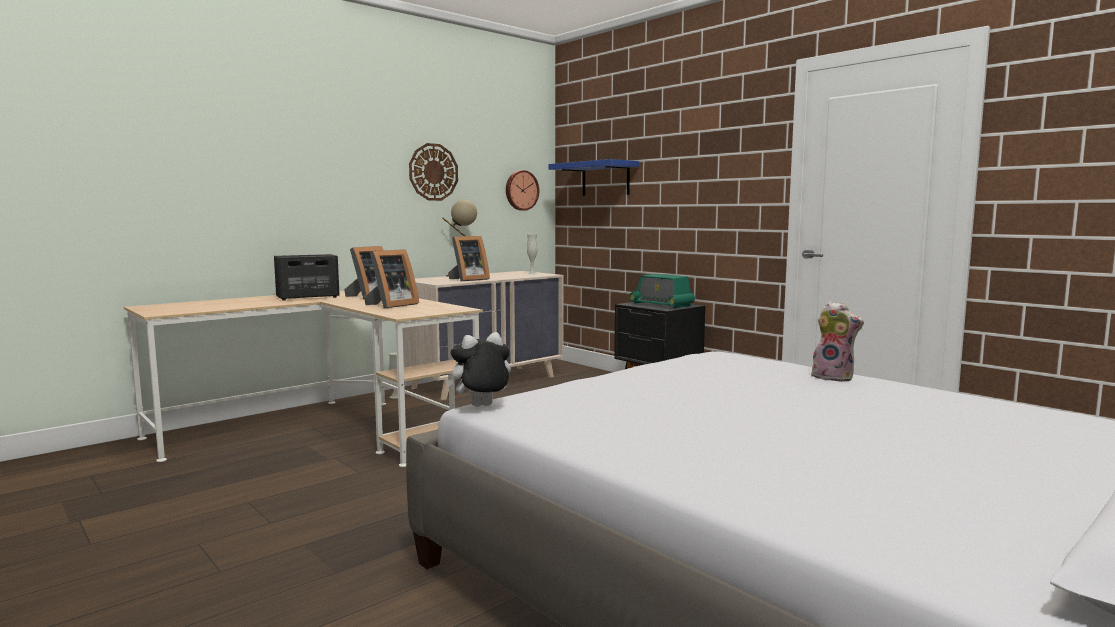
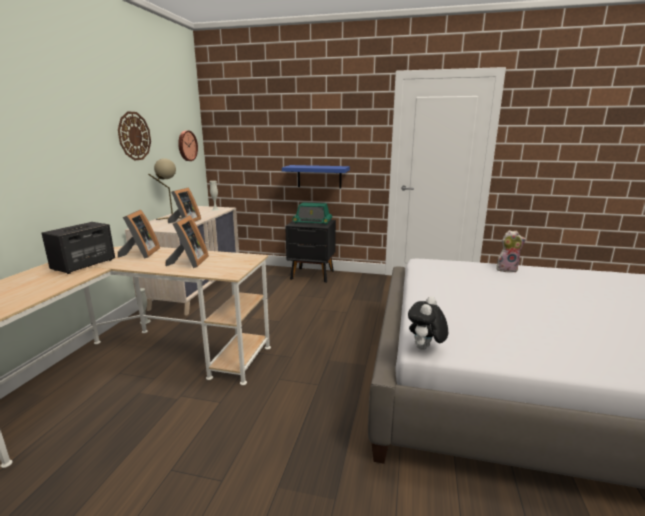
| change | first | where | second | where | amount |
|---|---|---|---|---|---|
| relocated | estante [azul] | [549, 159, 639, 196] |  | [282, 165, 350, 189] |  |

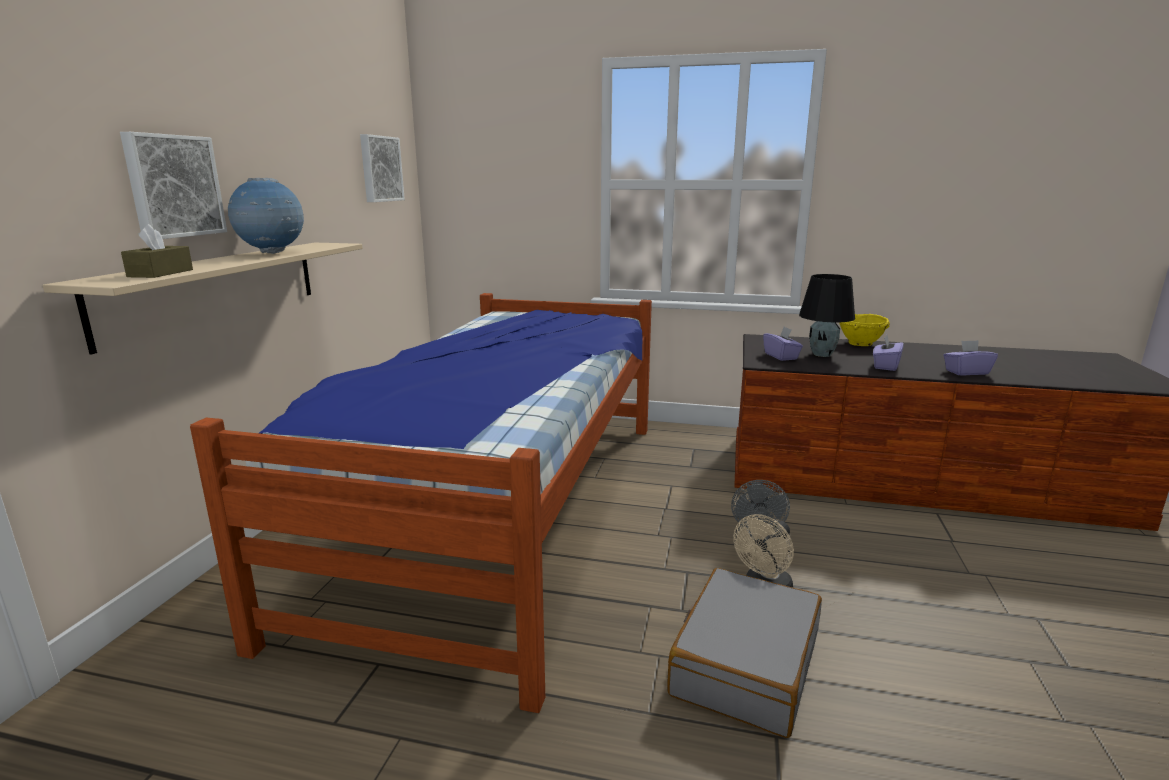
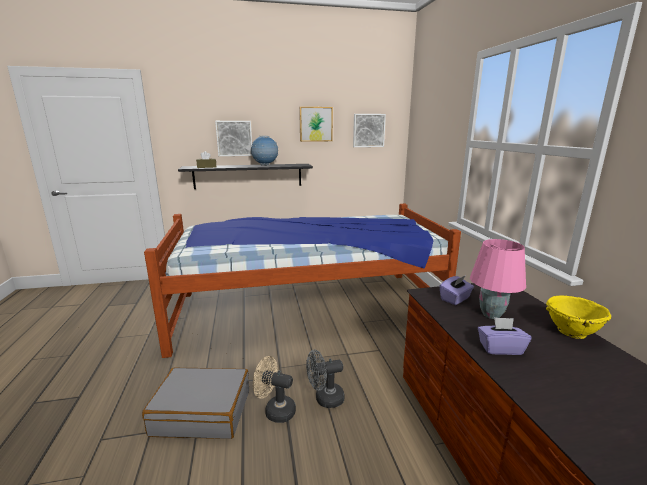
| change | first | where | second | where | amount |
|---|---|---|---|---|---|
| colour | estante [beis] | [43, 243, 363, 355] | estante [negro] | [178, 164, 313, 189] |  |
| colour | lámpara de mesa [negro] | [799, 274, 855, 357] | lámpara de mesa [rosa] | [470, 239, 526, 319] |  |
| missing | caja de pañuelos [morado] | [943, 340, 998, 376] |  |  |  |
| appeared |  |  | cuadro | [299, 107, 333, 142] |  |

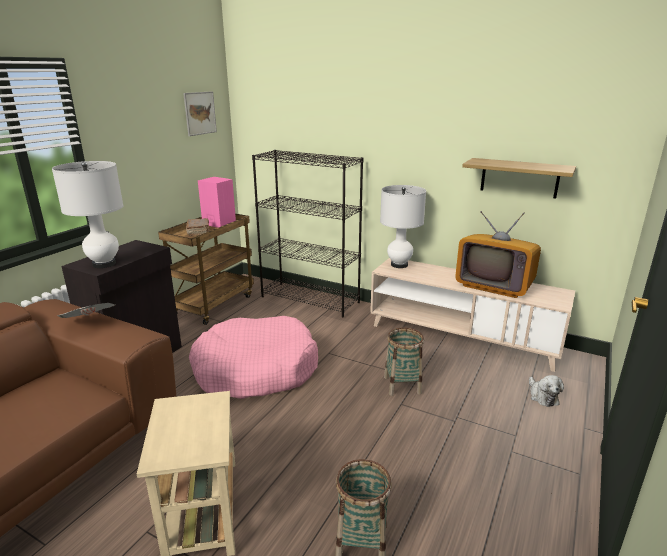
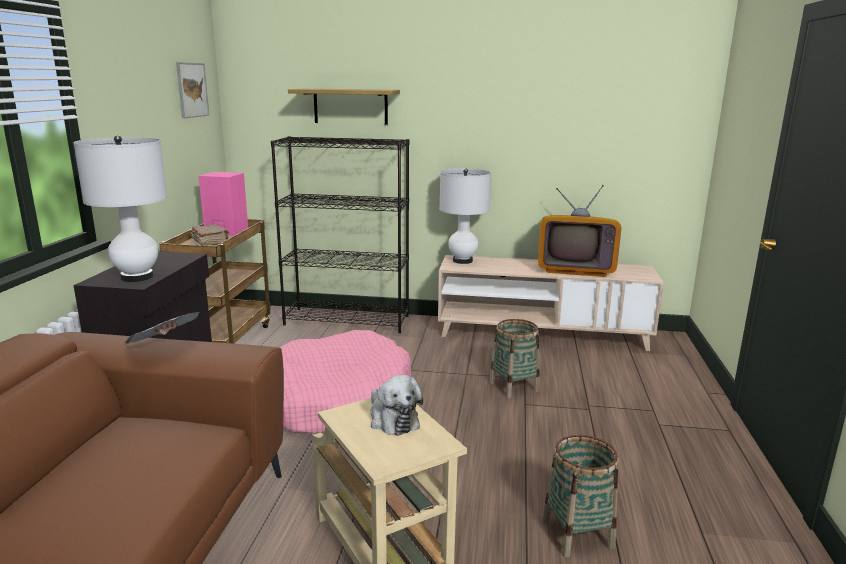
| change | first | where | second | where | amount |
|---|---|---|---|---|---|
| relocated | estante | [462, 158, 576, 199] |  | [288, 89, 400, 125] |  |
| relocated | peluche | [529, 375, 564, 407] |  | [371, 375, 423, 436] |  |

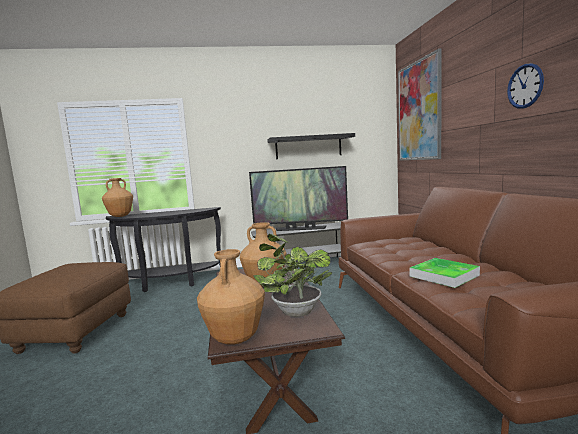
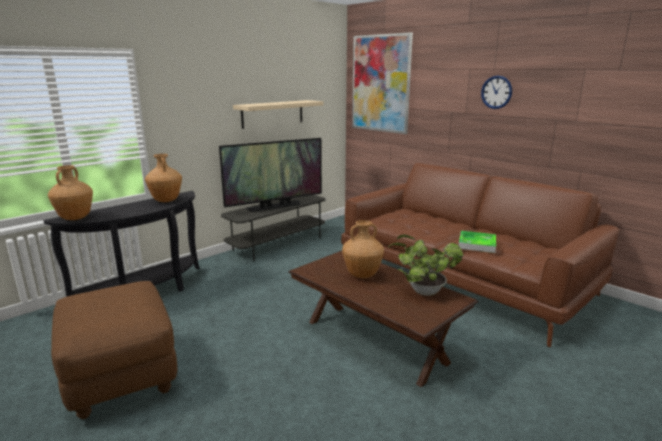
| change | first | where | second | where | amount |
|---|---|---|---|---|---|
| relocated | florero [marrón] | [197, 249, 265, 345] |  | [145, 154, 182, 202] |  |
| colour | estante [negro] | [267, 133, 355, 159] | estante [beis] | [233, 100, 324, 129] |  |

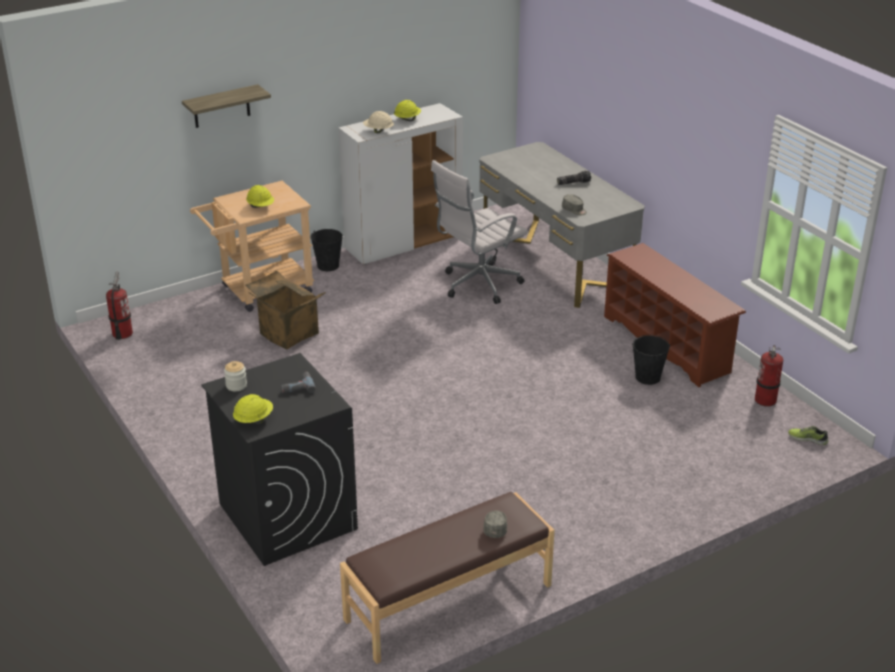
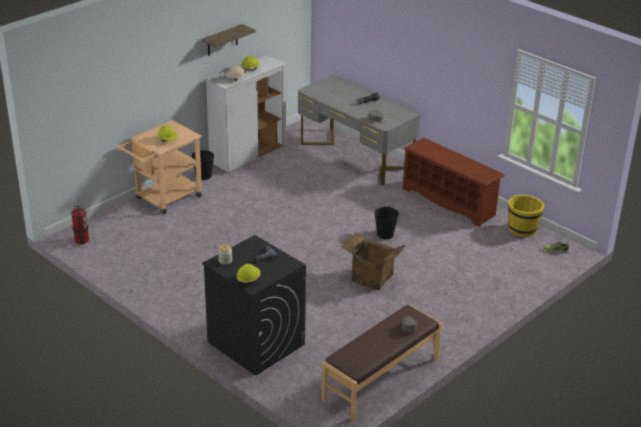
| change | first | where | second | where | amount |
|---|---|---|---|---|---|
| relocated | estante | [182, 84, 271, 128] |  | [202, 24, 256, 56] |  |
| relocated | caja de cartón | [245, 270, 326, 349] |  | [341, 232, 406, 290] |  |
| missing | silla de oficina [blanco] | [431, 160, 528, 304] |  |  |  |
| relocated | cubo [negro] | [632, 335, 670, 385] |  | [375, 206, 399, 239] |  |
| exchanged | extintor | [755, 345, 783, 407] | cubo [amarillo] | [508, 195, 544, 237] |  |

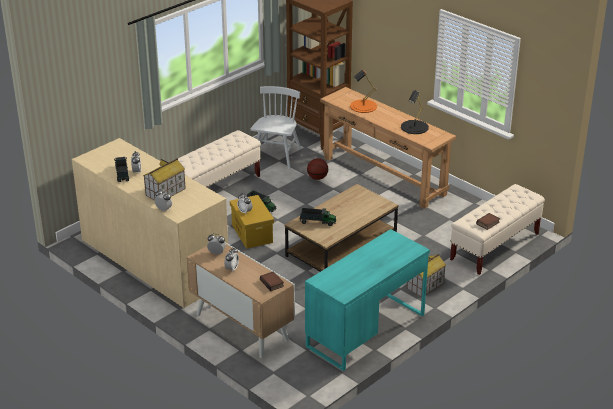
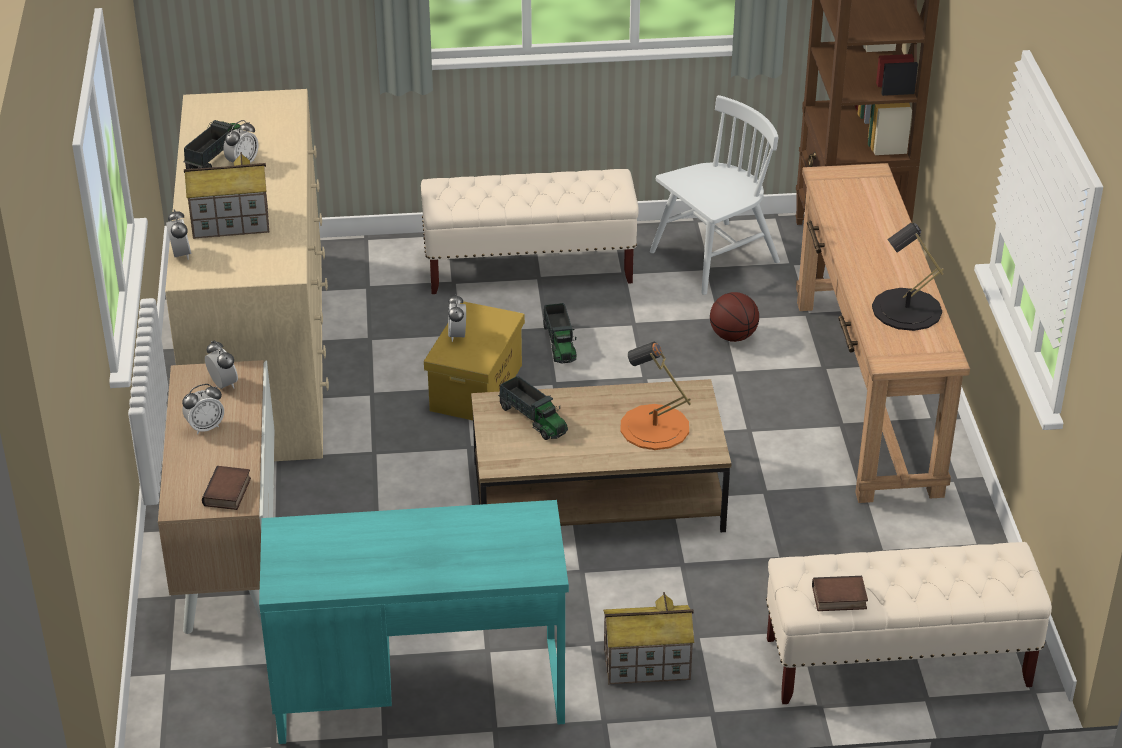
| change | first | where | second | where | amount |
|---|---|---|---|---|---|
| relocated | lámpara de mesa [naranja] | [350, 70, 377, 113] |  | [621, 342, 691, 450] |  |

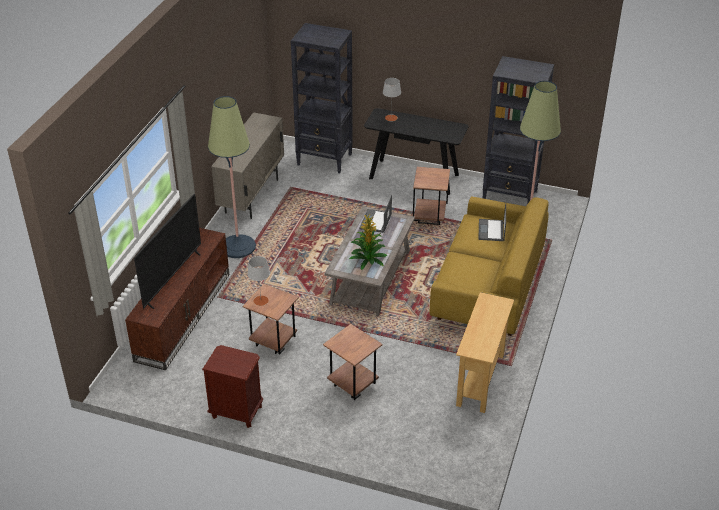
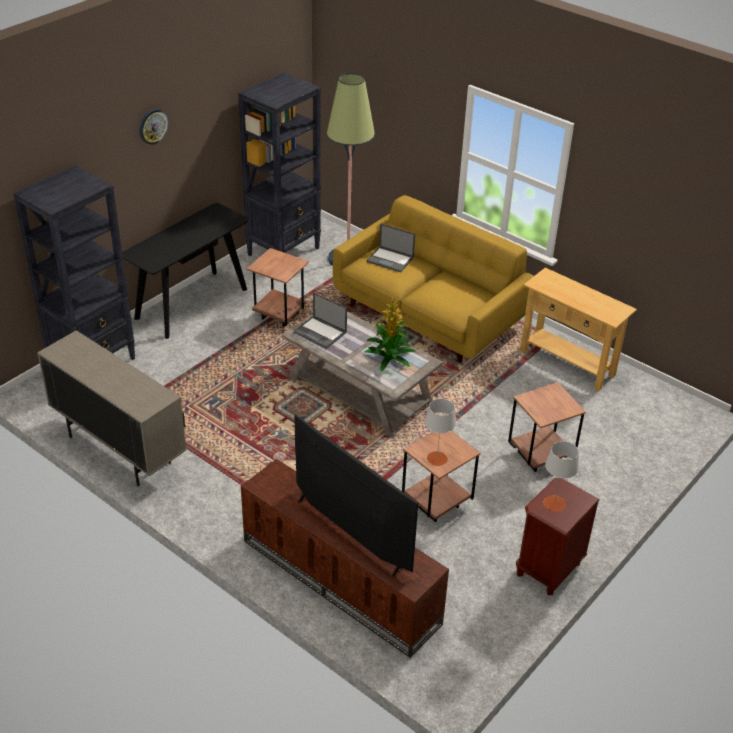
| change | first | where | second | where | amount |
|---|---|---|---|---|---|
| missing | lámpara de pie | [208, 96, 256, 258] |  |  |  |
| relocated | lámpara de mesa [gris] | [383, 78, 401, 121] |  | [544, 441, 579, 512] |  |
| appeared |  |  | reloj de pared | [139, 109, 169, 145] |  |

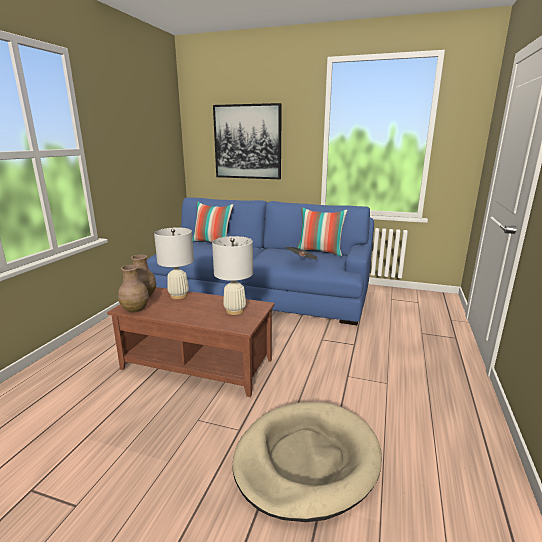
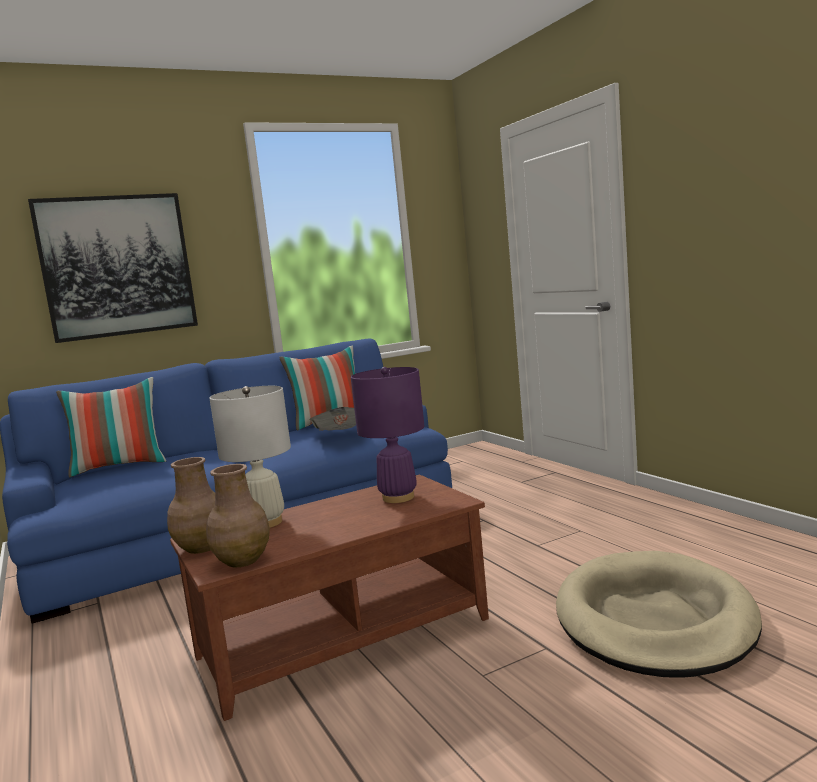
| change | first | where | second | where | amount |
|---|---|---|---|---|---|
| colour | lámpara de mesa [blanco] | [212, 236, 253, 315] | lámpara de mesa [morado] | [351, 367, 424, 503] |  |

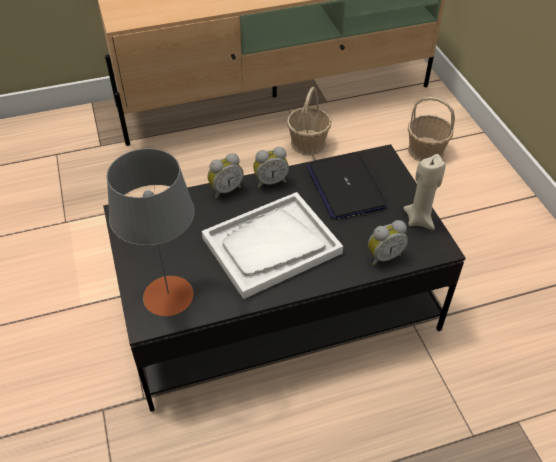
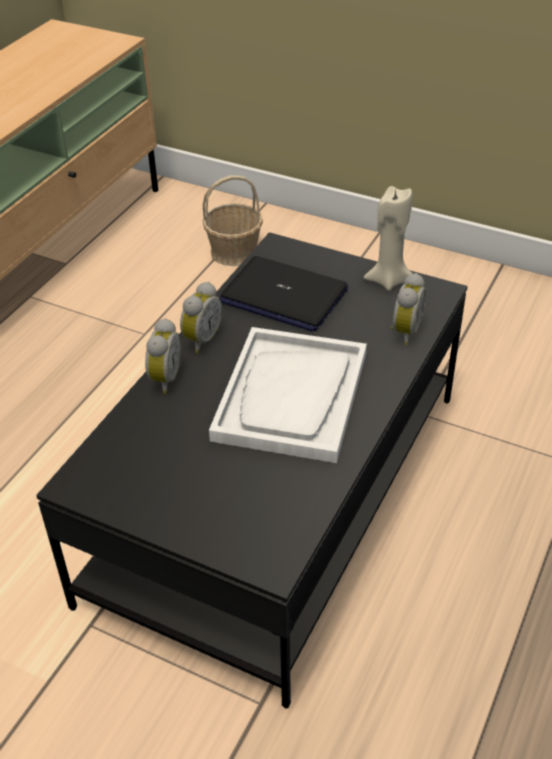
| change | first | where | second | where | amount |
|---|---|---|---|---|---|
| missing | lámpara de mesa [gris] | [107, 148, 195, 316] |  |  |  |
| missing | cesta | [287, 87, 331, 155] |  |  |  |

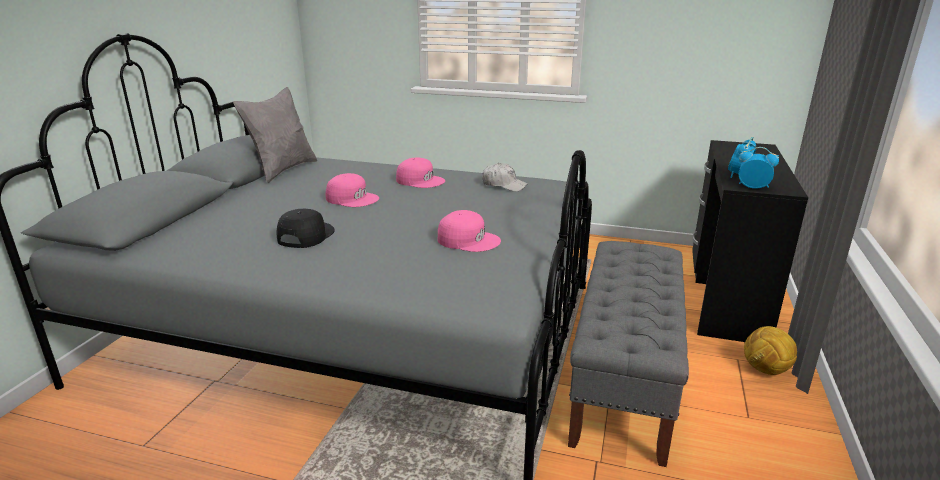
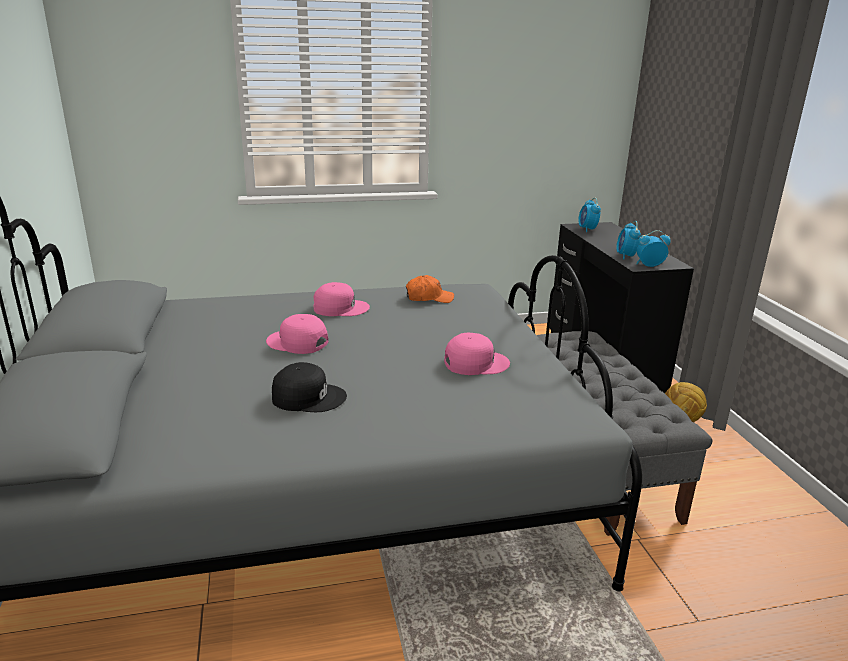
| change | first | where | second | where | amount |
|---|---|---|---|---|---|
| missing | cojín [gris] | [233, 87, 317, 183] |  |  |  |
| spun | gorra [negro] | [277, 209, 334, 248] |  | [272, 362, 347, 412] | 105 degrees clockwise |
| spun | gorra [rosa] | [326, 173, 379, 207] |  | [266, 314, 328, 354] | 150 degrees counterclockwise |
| colour | gorra [blanco] | [482, 163, 528, 192] | gorra [naranja] | [406, 275, 454, 303] |  |
| appeared |  |  | despertador | [578, 198, 601, 232] |  |

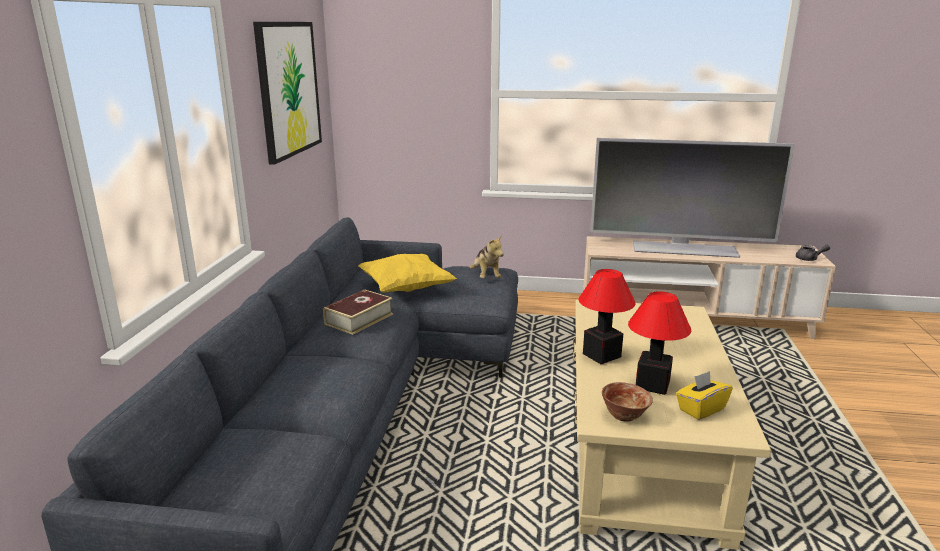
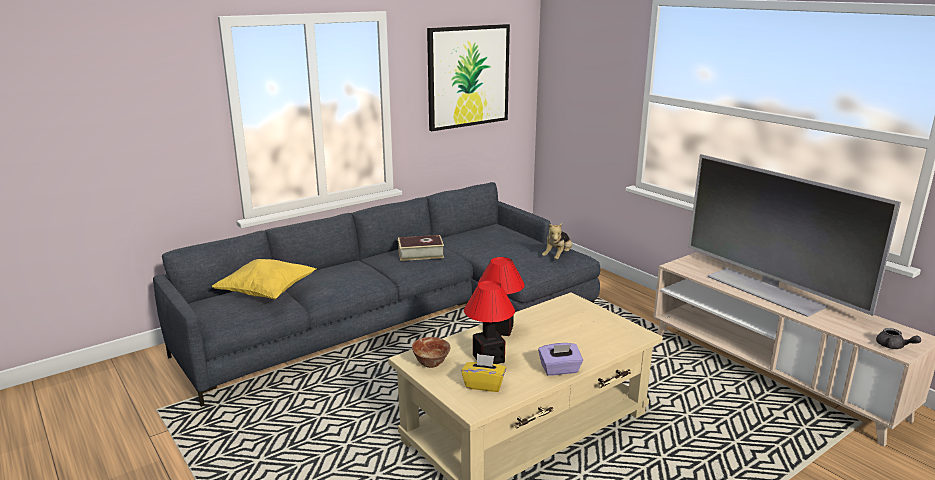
| change | first | where | second | where | amount |
|---|---|---|---|---|---|
| relocated | cojín [amarillo] | [358, 254, 457, 293] |  | [212, 259, 316, 299] |  |
| appeared |  |  | caja de pañuelos [morado] | [538, 343, 583, 376] |  |

